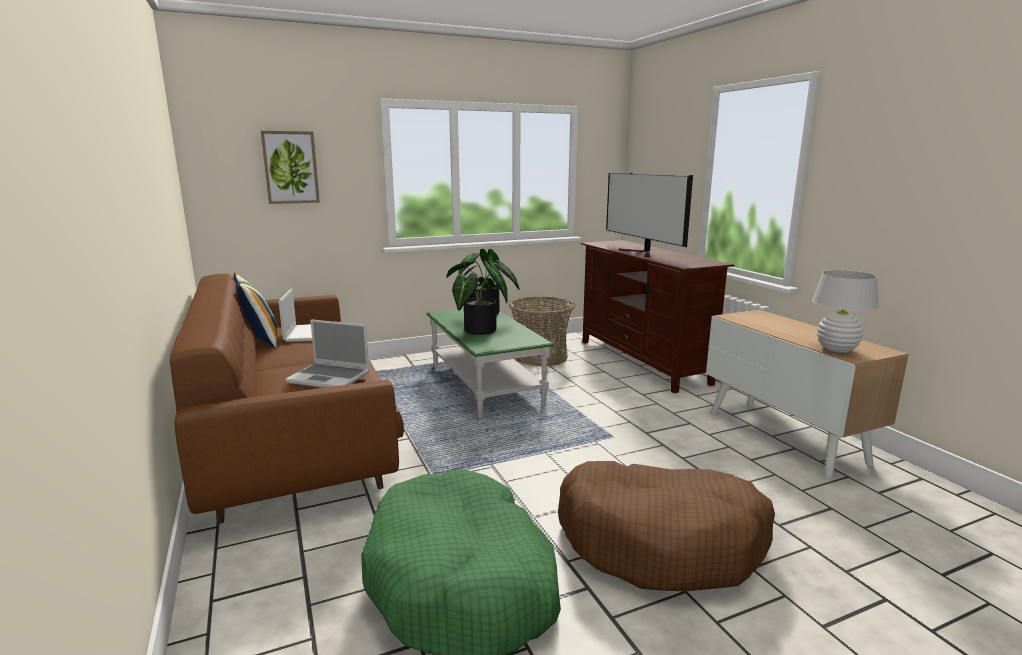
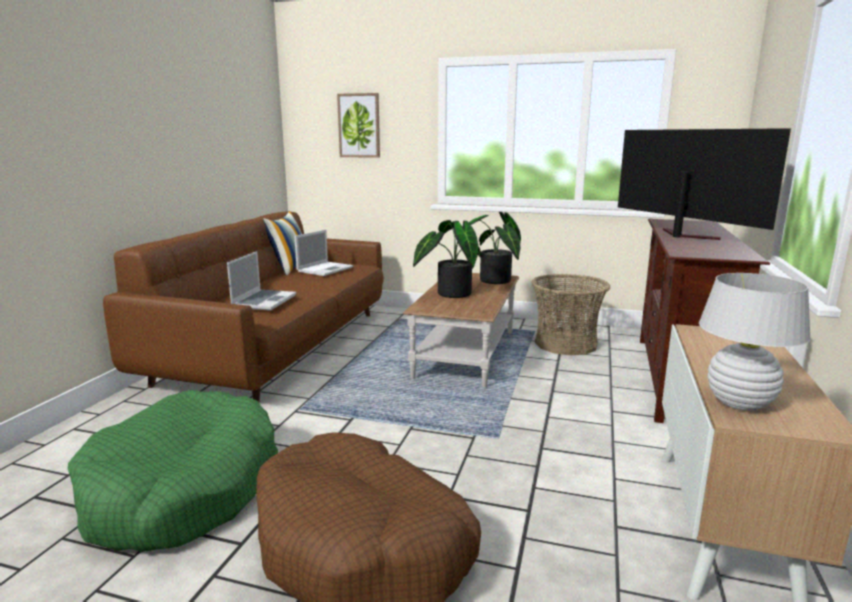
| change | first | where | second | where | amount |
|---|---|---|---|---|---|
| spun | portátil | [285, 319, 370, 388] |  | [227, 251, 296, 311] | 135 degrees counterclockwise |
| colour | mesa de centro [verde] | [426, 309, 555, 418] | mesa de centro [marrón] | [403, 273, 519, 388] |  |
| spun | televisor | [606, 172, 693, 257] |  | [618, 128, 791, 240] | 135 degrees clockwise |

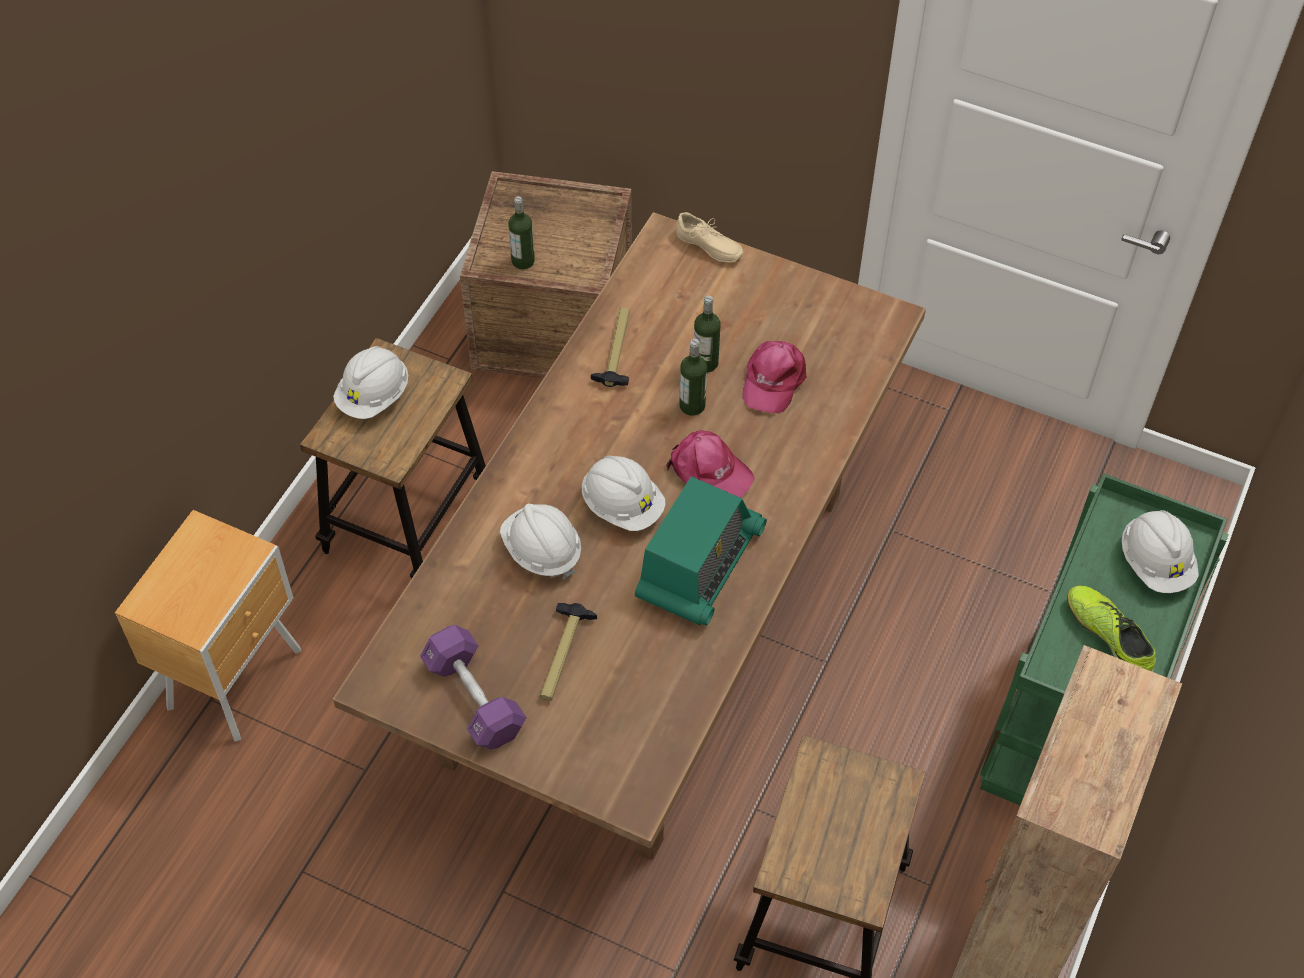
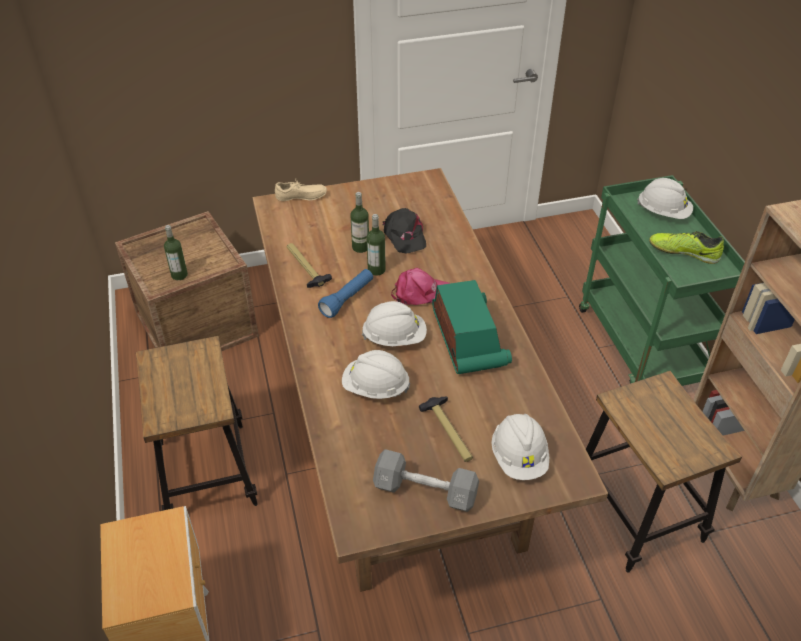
| change | first | where | second | where | amount |
|---|---|---|---|---|---|
| relocated | casco [blanco] | [333, 346, 408, 419] |  | [492, 414, 549, 480] |  |
| colour | mancuerna [morado] | [420, 625, 527, 749] | mancuerna [gris] | [373, 449, 479, 512] |  |
| colour | gorra [rosa] | [742, 341, 806, 413] | gorra [negro] | [382, 208, 426, 254] |  |
| appeared |  |  | linterna [azul] | [318, 269, 373, 318] |  |

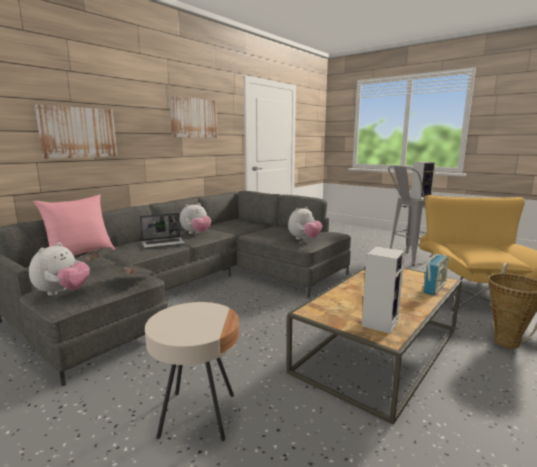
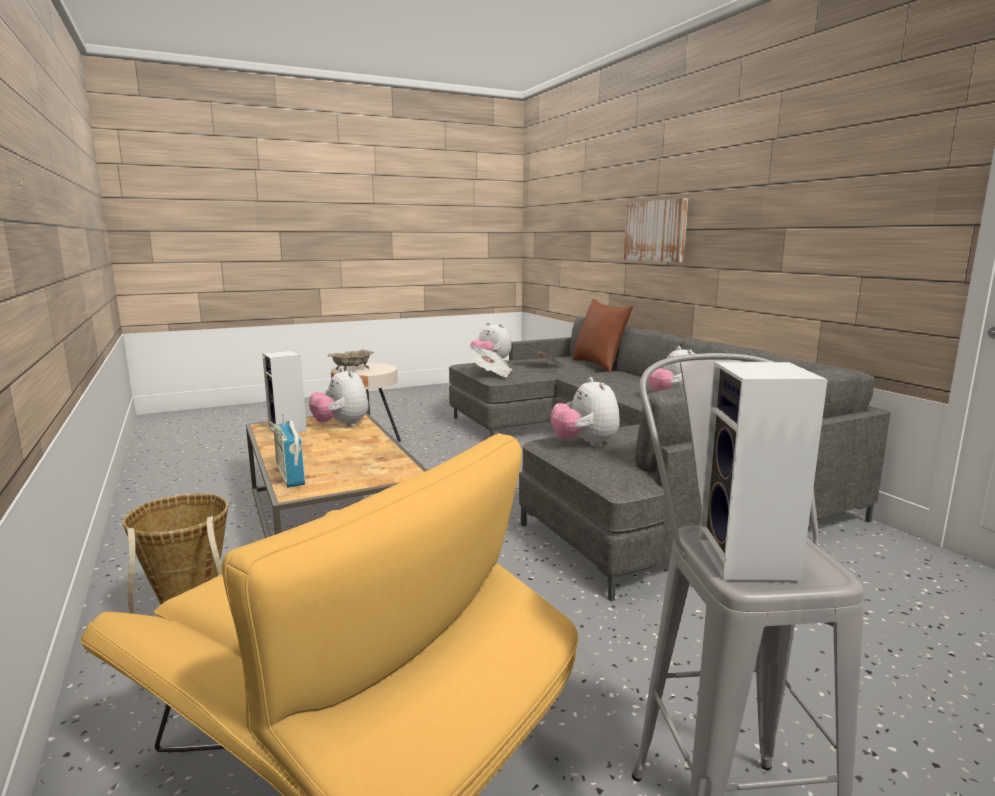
| change | first | where | second | where | amount |
|---|---|---|---|---|---|
| colour | cojín [rosa] | [33, 194, 116, 256] | cojín [marrón] | [572, 299, 633, 372] |  |
| missing | portátil | [140, 213, 185, 249] |  |  |  |
| missing | cuadro | [169, 96, 218, 138] |  |  |  |
| appeared |  |  | peluche | [309, 368, 368, 427] |  |
| appeared |  |  | cuenco [beis] | [328, 350, 374, 371] |  |

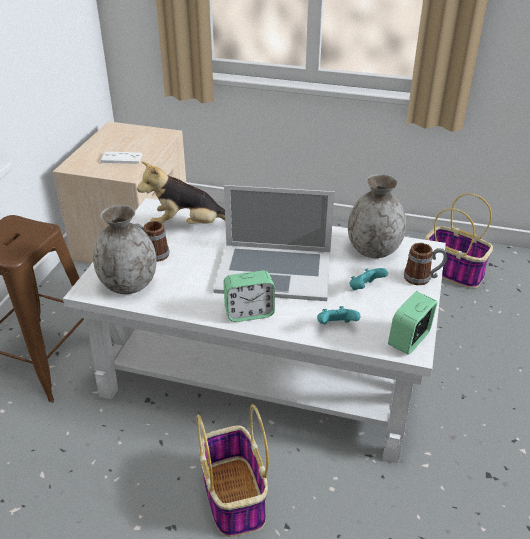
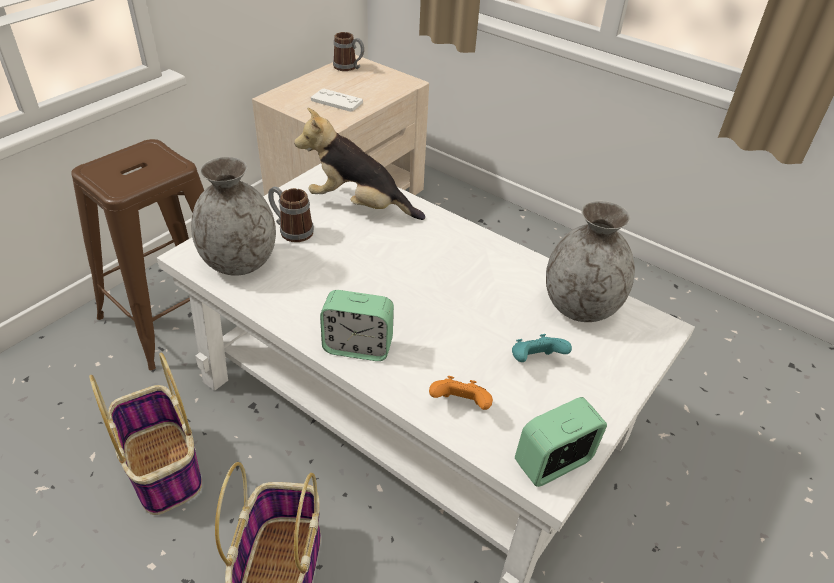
| change | first | where | second | where | amount |
|---|---|---|---|---|---|
| missing | portátil | [213, 185, 335, 301] |  |  |  |
| colour | mando de consola [turquesa] | [317, 306, 361, 324] | mando de consola [naranja] | [429, 376, 493, 410] |  |
| relocated | taza grande | [404, 243, 447, 285] |  | [333, 32, 364, 71] |  |
| relocated | cesta | [425, 193, 493, 289] |  | [89, 353, 202, 515] |  |

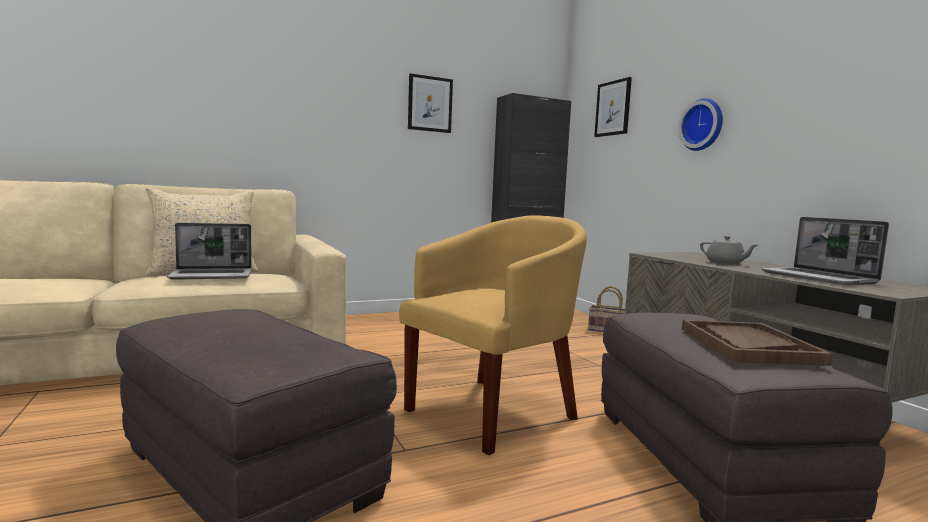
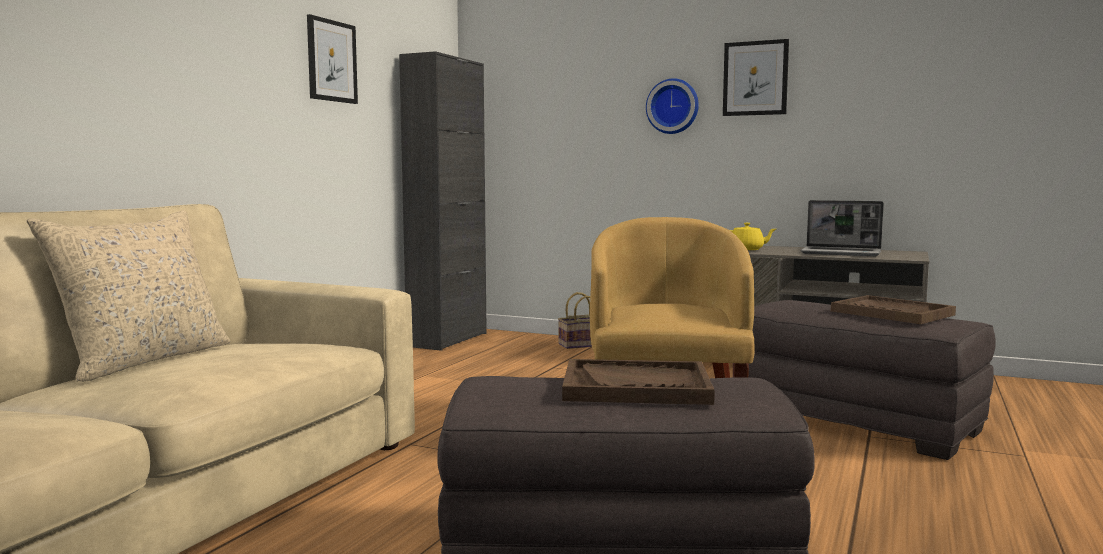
| change | first | where | second | where | amount |
|---|---|---|---|---|---|
| missing | portátil | [167, 223, 252, 280] |  |  |  |
| relocated | cuadro | [594, 77, 632, 137] |  | [723, 39, 789, 116] |  |
| colour | tetera [gris] | [700, 236, 758, 264] | tetera [amarillo] | [730, 223, 776, 250] |  |
| appeared |  |  | bandeja [marrón] | [562, 359, 715, 405] |  |

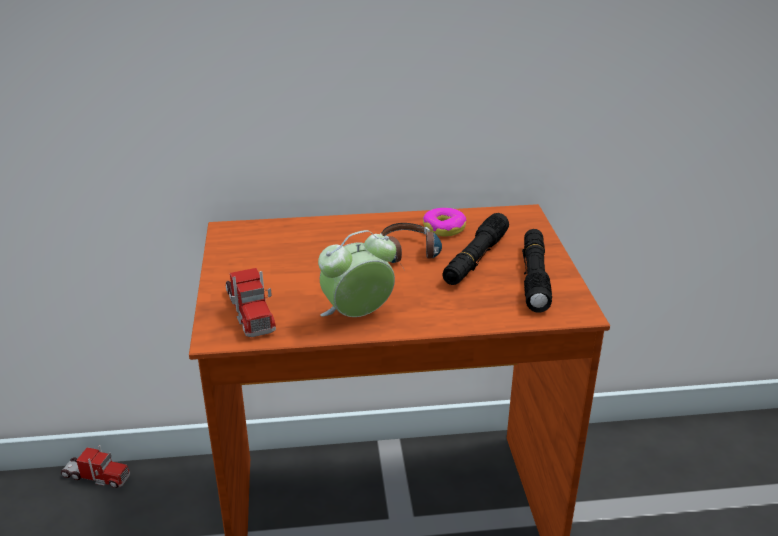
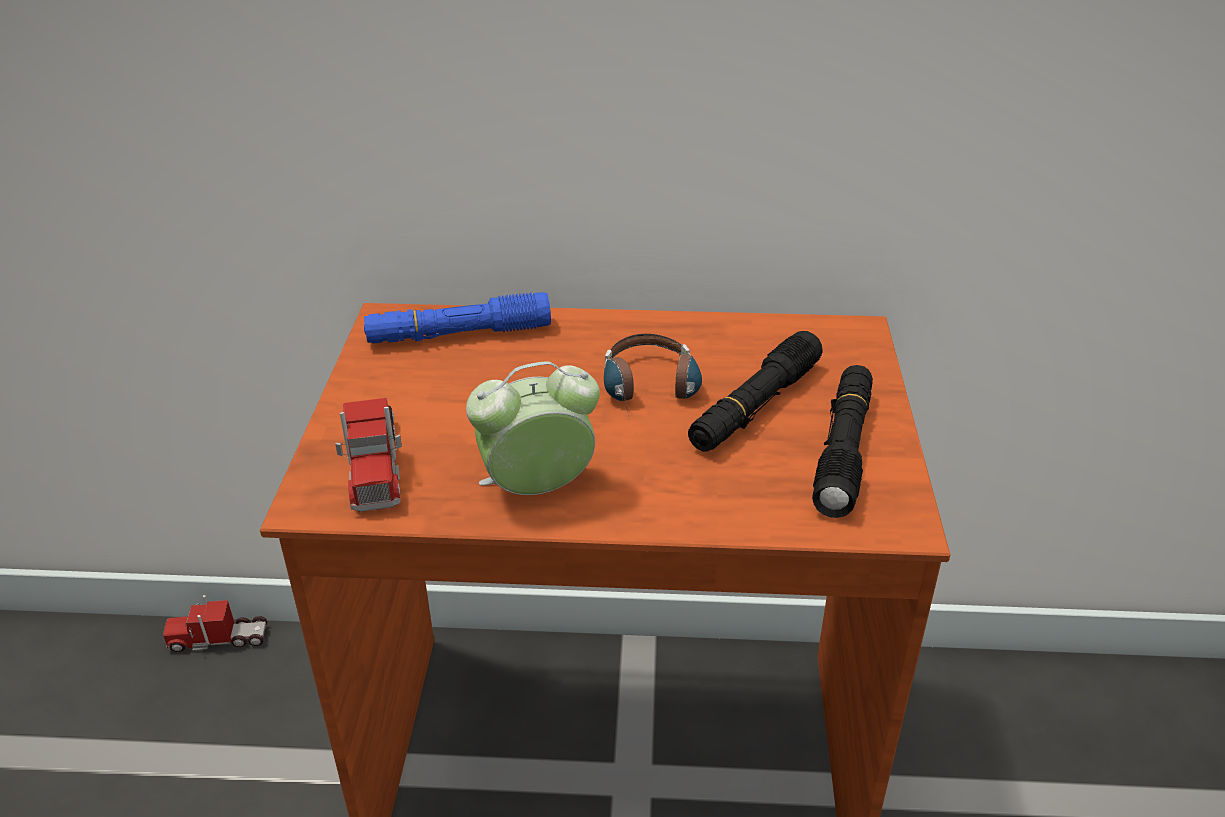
| change | first | where | second | where | amount |
|---|---|---|---|---|---|
| spun | camión de juguete | [61, 445, 130, 488] |  | [163, 595, 267, 652] | 150 degrees clockwise |
| missing | rosquilla | [423, 208, 466, 237] |  |  |  |
| appeared |  |  | linterna [azul] | [364, 292, 551, 343] |  |

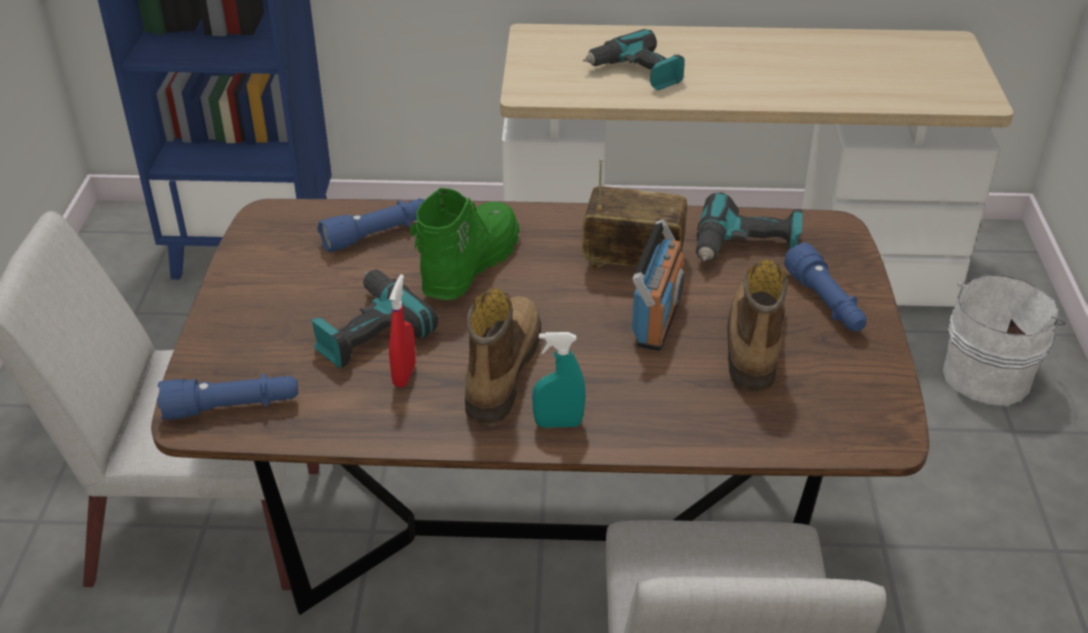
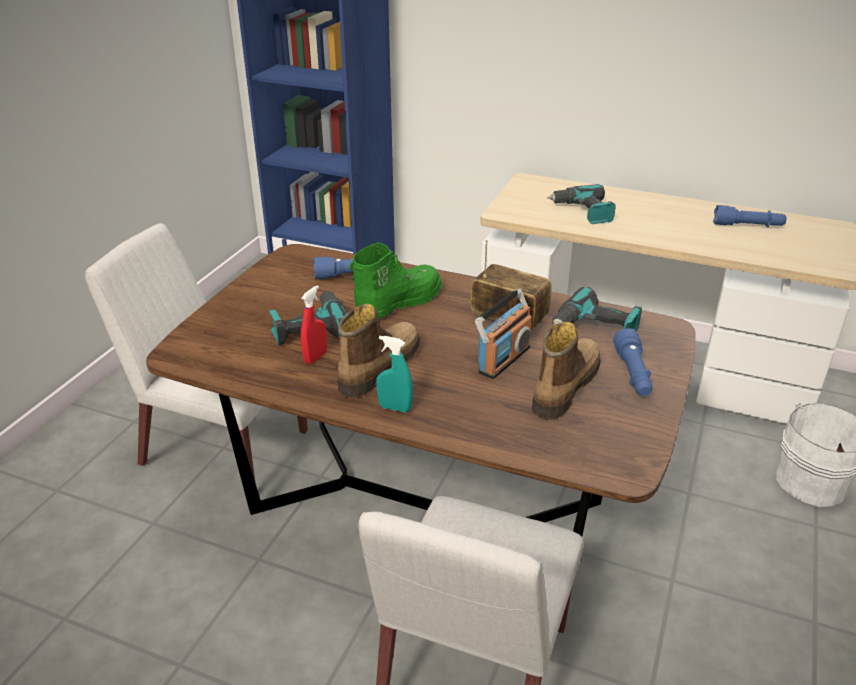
| change | first | where | second | where | amount |
|---|---|---|---|---|---|
| relocated | linterna [azul] | [157, 373, 298, 420] |  | [713, 205, 787, 227] |  |

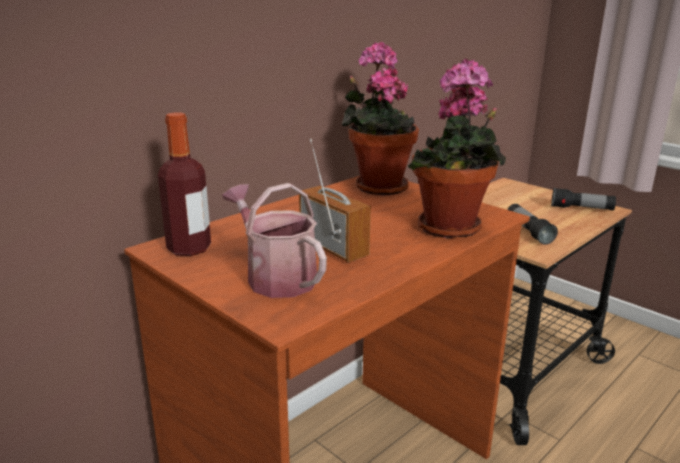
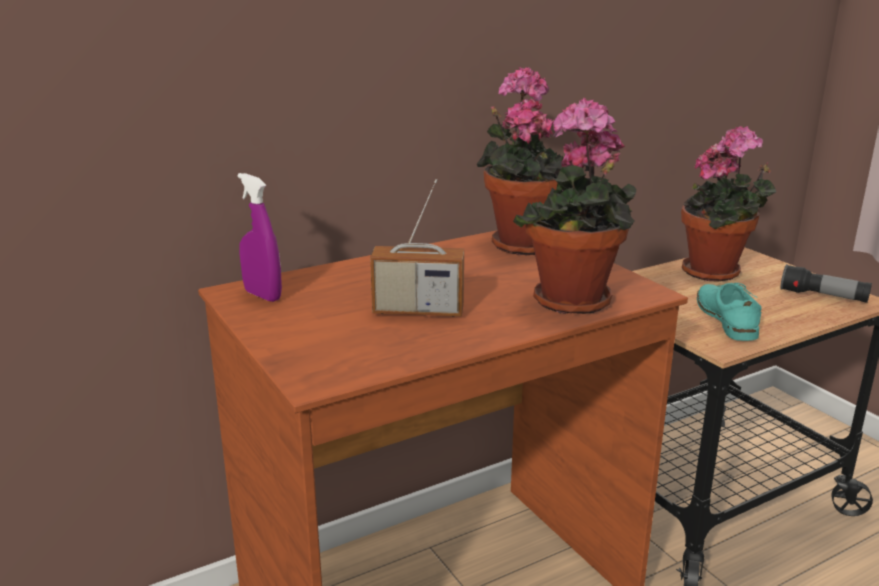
| change | first | where | second | where | amount |
|---|---|---|---|---|---|
| exchanged | botella | [158, 112, 211, 256] | pulverizador [morado] | [238, 173, 282, 302] |  |
| missing | regadera | [222, 183, 327, 298] |  |  |  |
| spun | radio | [299, 139, 371, 262] |  | [370, 179, 464, 317] | 120 degrees clockwise |
| exchanged | linterna | [508, 204, 558, 245] | zapato [turquesa] | [697, 283, 762, 341] |  |
| appeared |  |  | planta en maceta | [681, 126, 776, 282] |  |

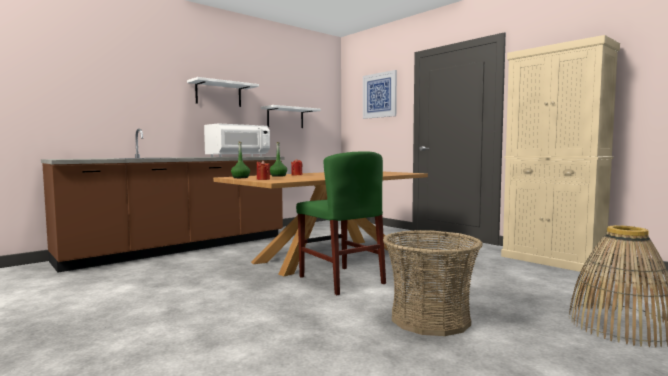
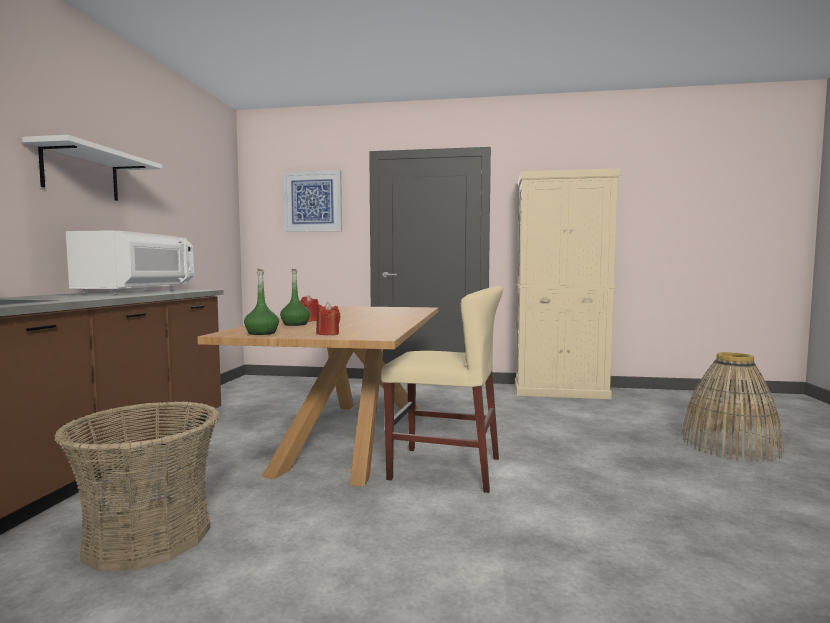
| change | first | where | second | where | amount |
|---|---|---|---|---|---|
| missing | estante [blanco] | [261, 105, 321, 128] |  |  |  |
| colour | silla [verde] | [296, 151, 386, 295] | silla [beis] | [381, 286, 503, 493] |  |
| relocated | cesta | [383, 230, 483, 336] |  | [55, 401, 220, 571] |  |

